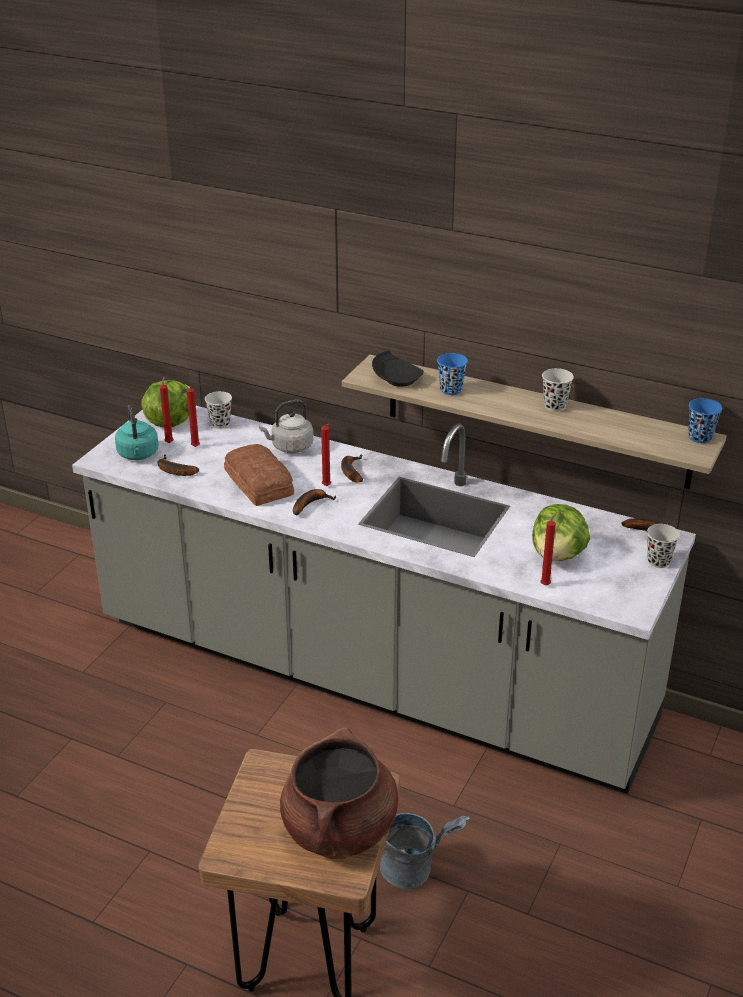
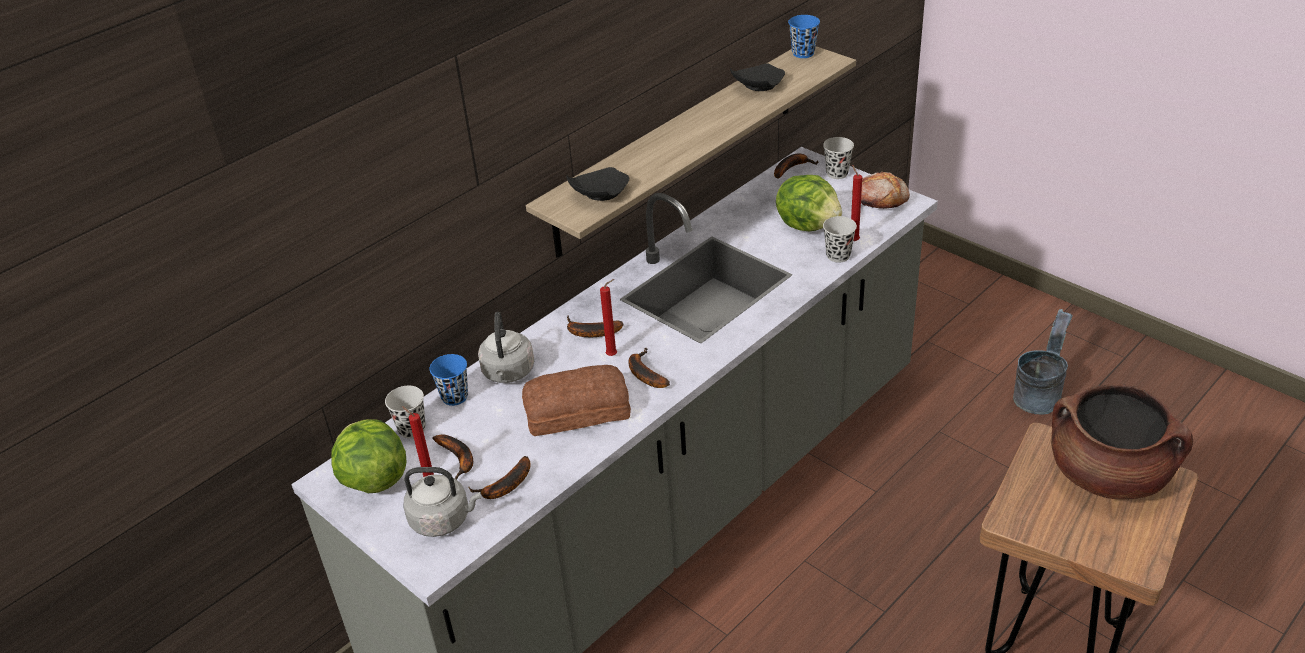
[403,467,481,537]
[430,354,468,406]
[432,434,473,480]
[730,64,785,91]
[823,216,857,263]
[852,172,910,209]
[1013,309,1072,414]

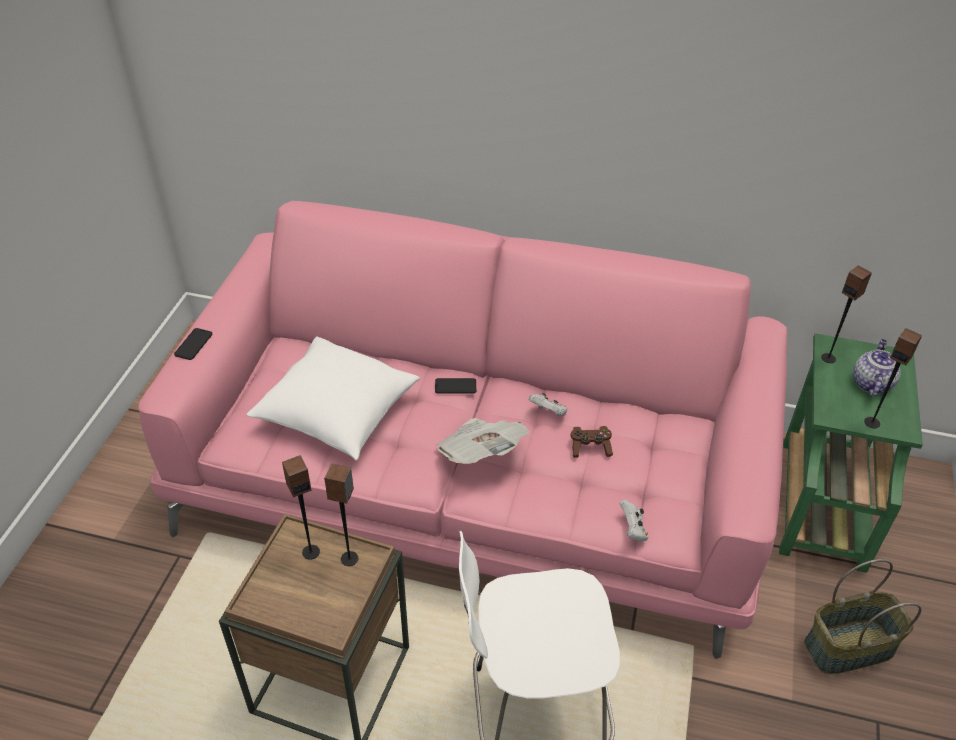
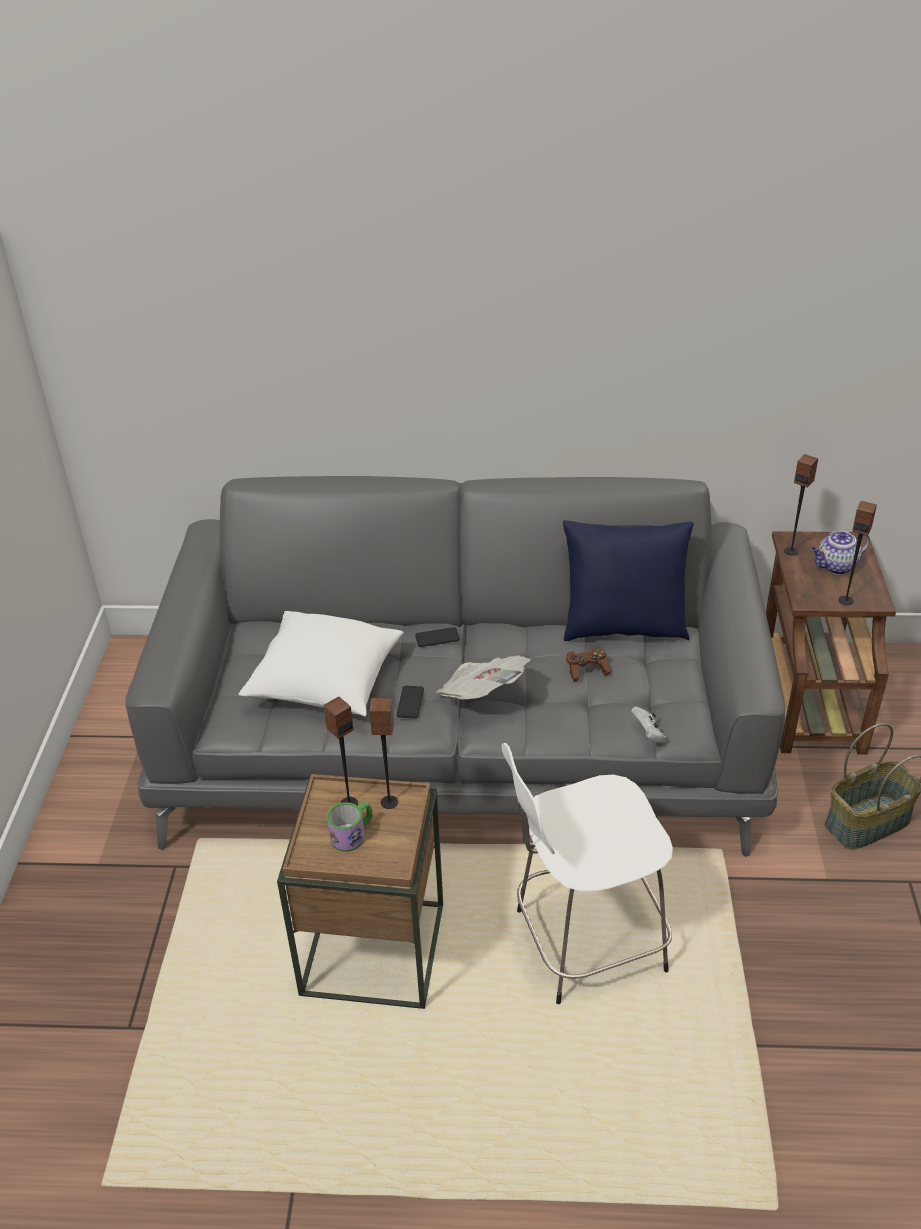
[126,476,786,857]
[327,802,373,852]
[397,686,424,719]
[563,520,694,641]
[766,531,896,755]
[811,531,870,575]
[529,393,567,417] (first image)

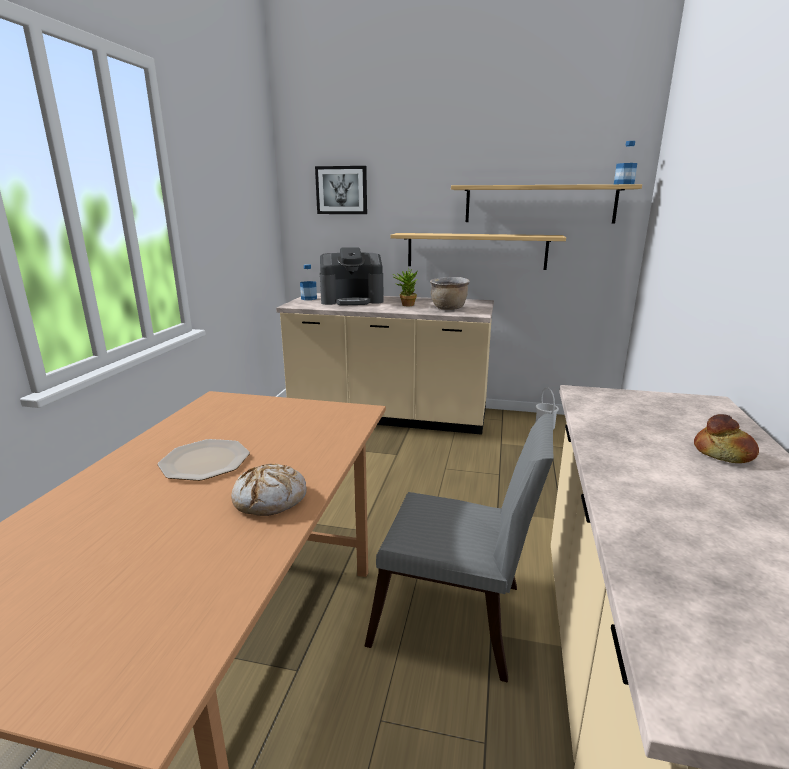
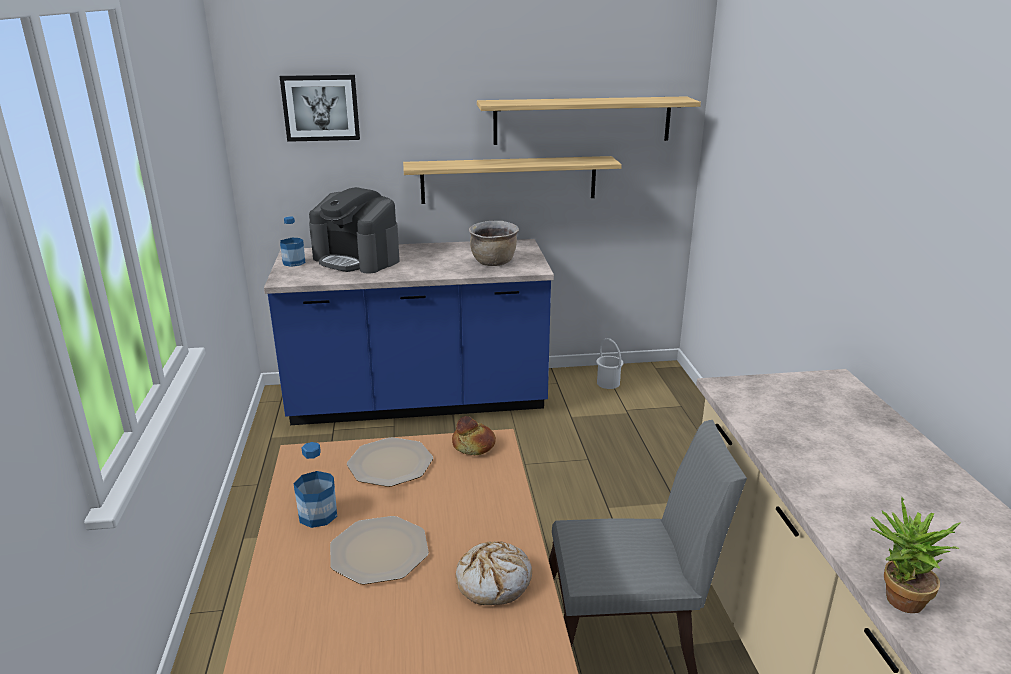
[264,239,554,425]
[294,442,337,528]
[309,187,400,273]
[347,437,433,487]
[452,416,496,455]
[870,497,961,613]

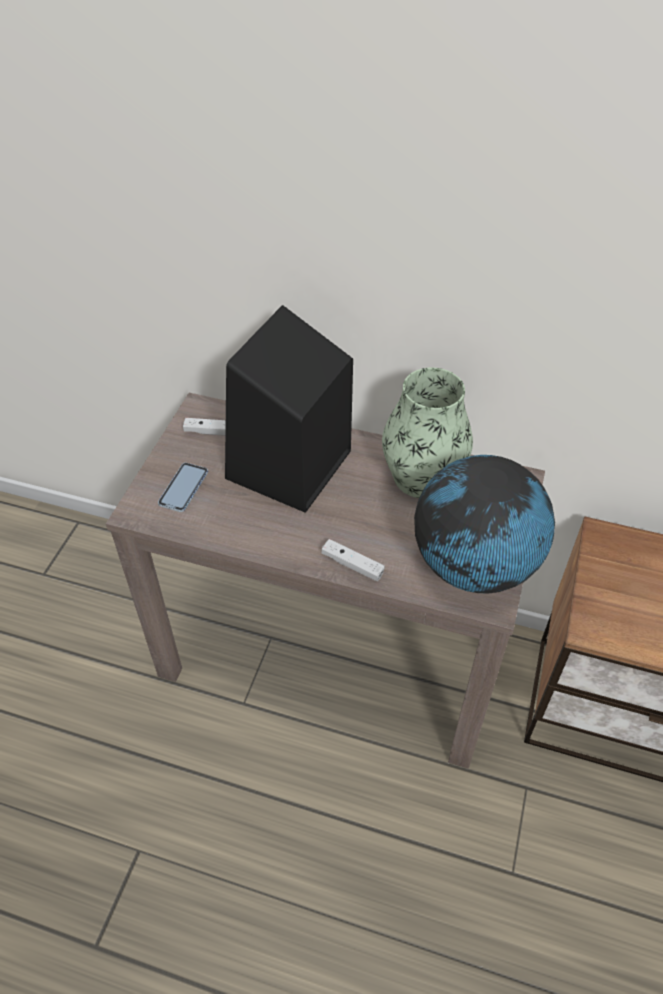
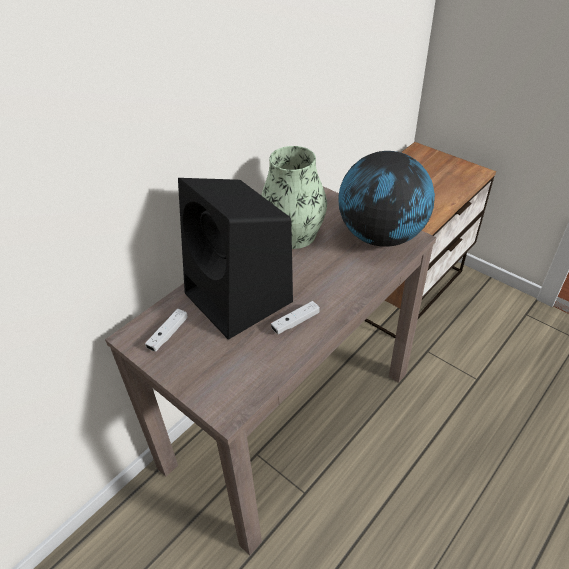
[271,301,320,334]
[158,463,208,512] (first image)

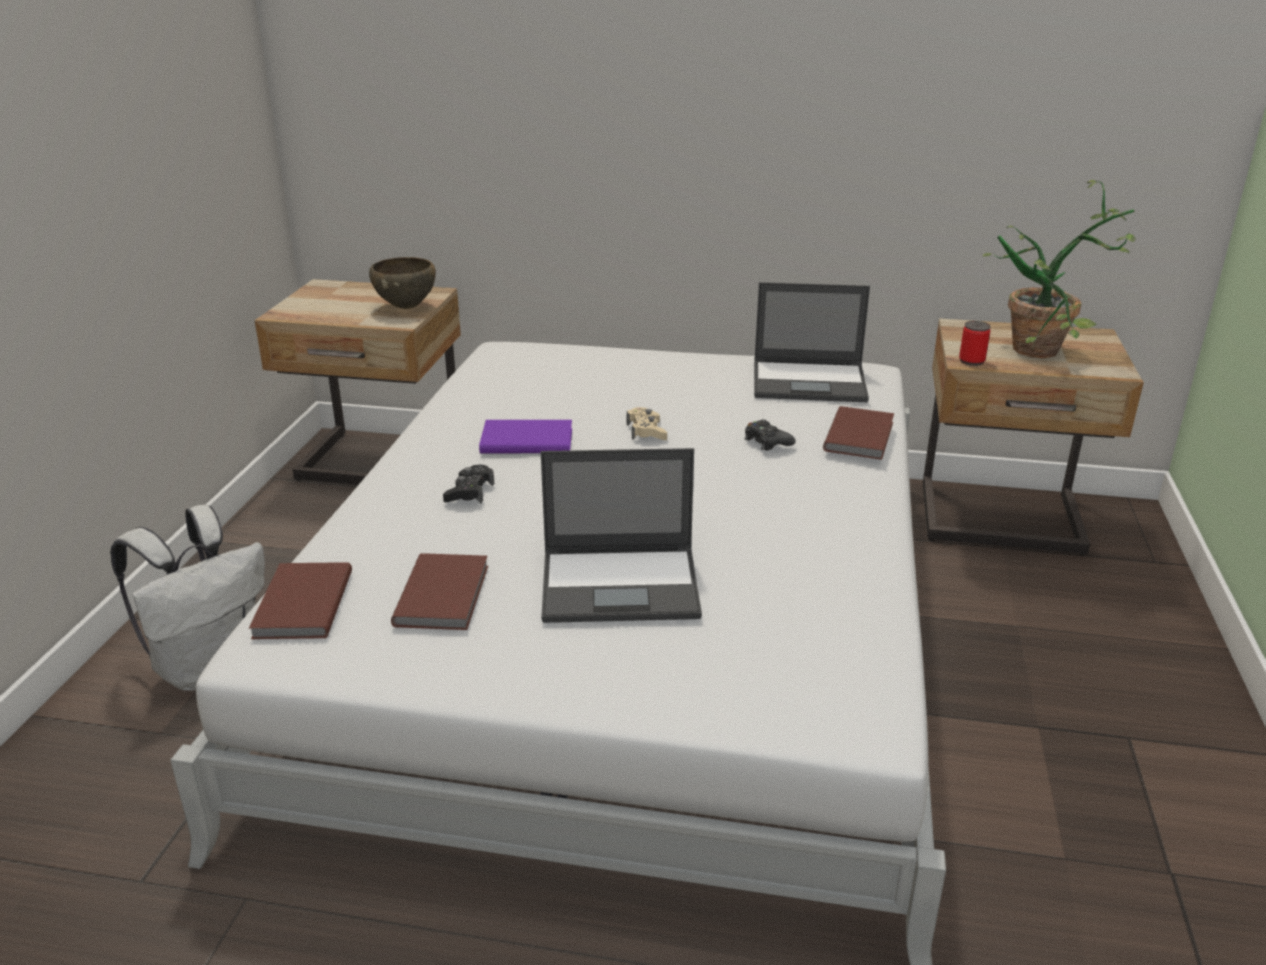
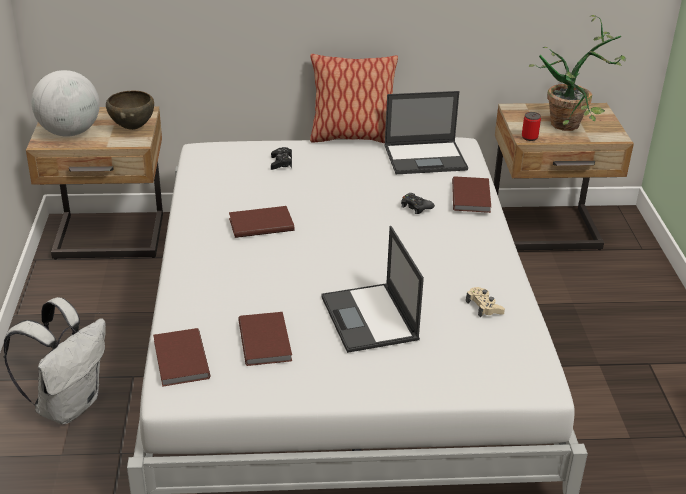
[32,70,100,137]
[229,206,294,238]
[271,147,292,170]
[310,54,398,143]
[321,226,424,353]
[466,287,505,318]

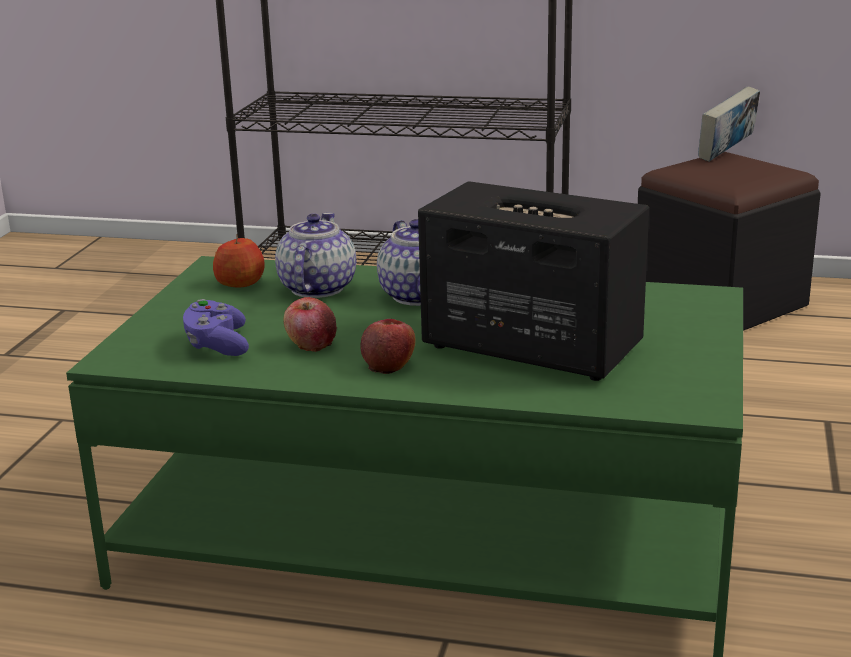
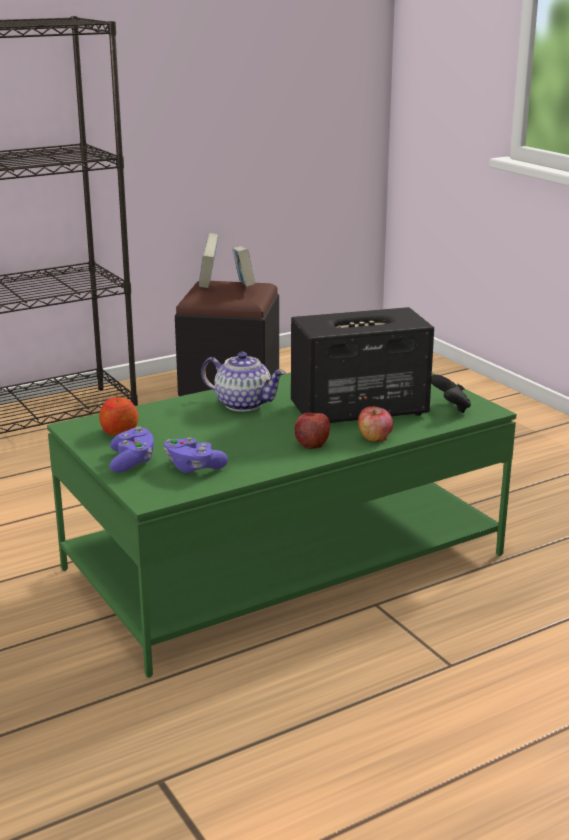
[109,427,154,472]
[232,246,255,287]
[358,406,393,442]
[431,374,471,413]
[275,212,356,298] (first image)

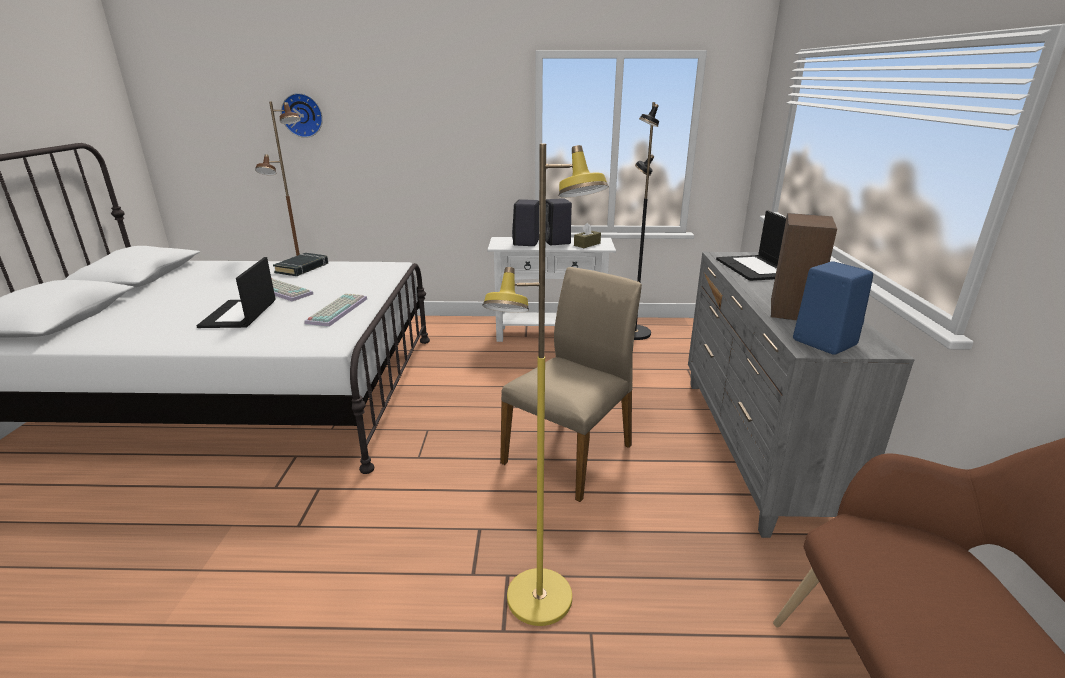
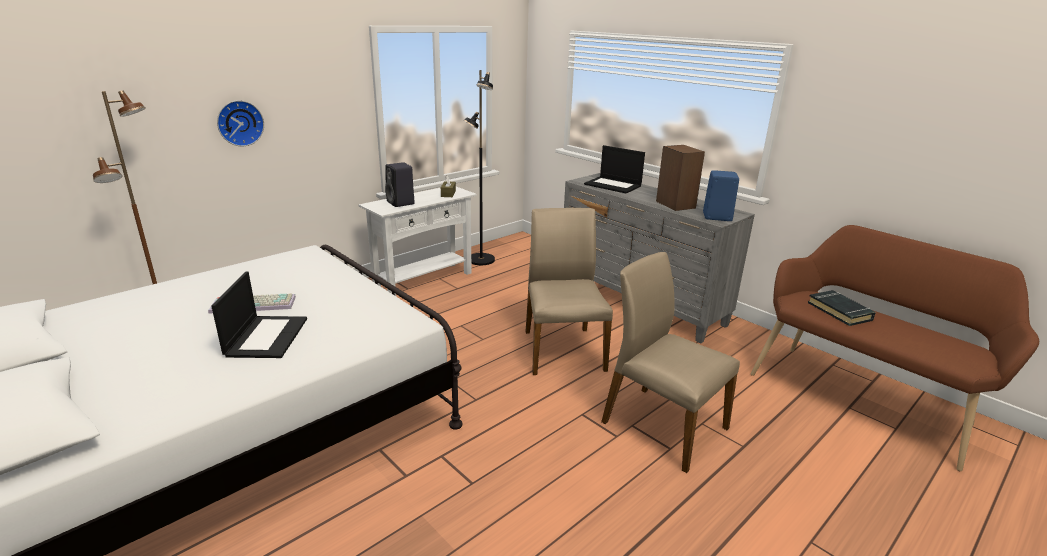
[211,271,307,358]
[217,100,264,146]
[601,252,740,473]
[808,290,876,326]
[305,293,367,327] (first image)
[545,198,572,245] (first image)

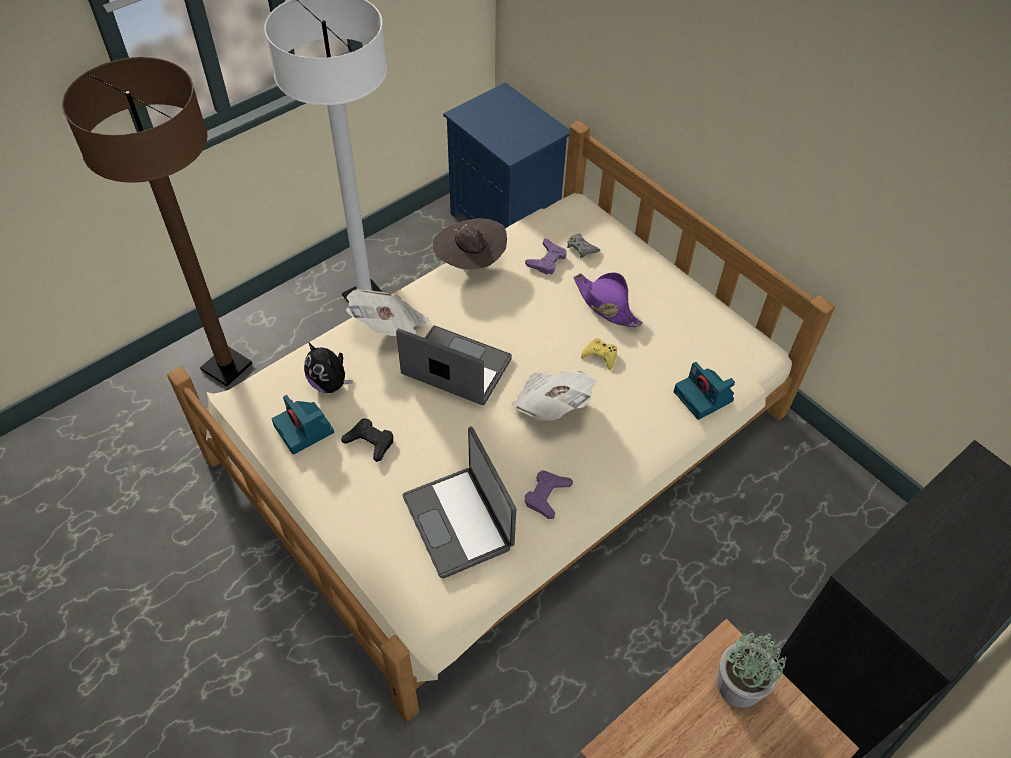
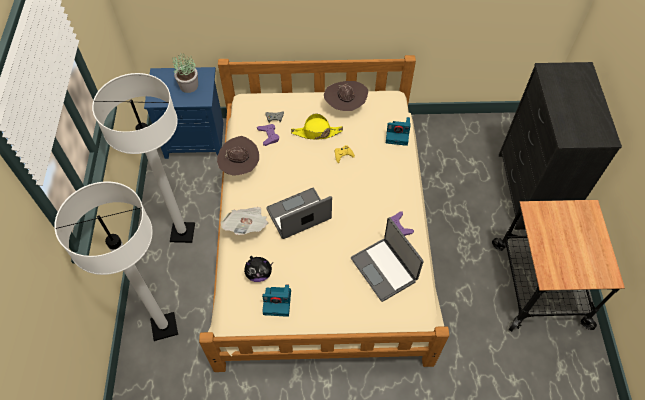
[55,181,178,341]
[172,52,198,93]
[291,113,343,139]
[324,81,368,111]
[351,217,424,302]
[341,419,393,462] (first image)
[511,371,597,421] (first image)

